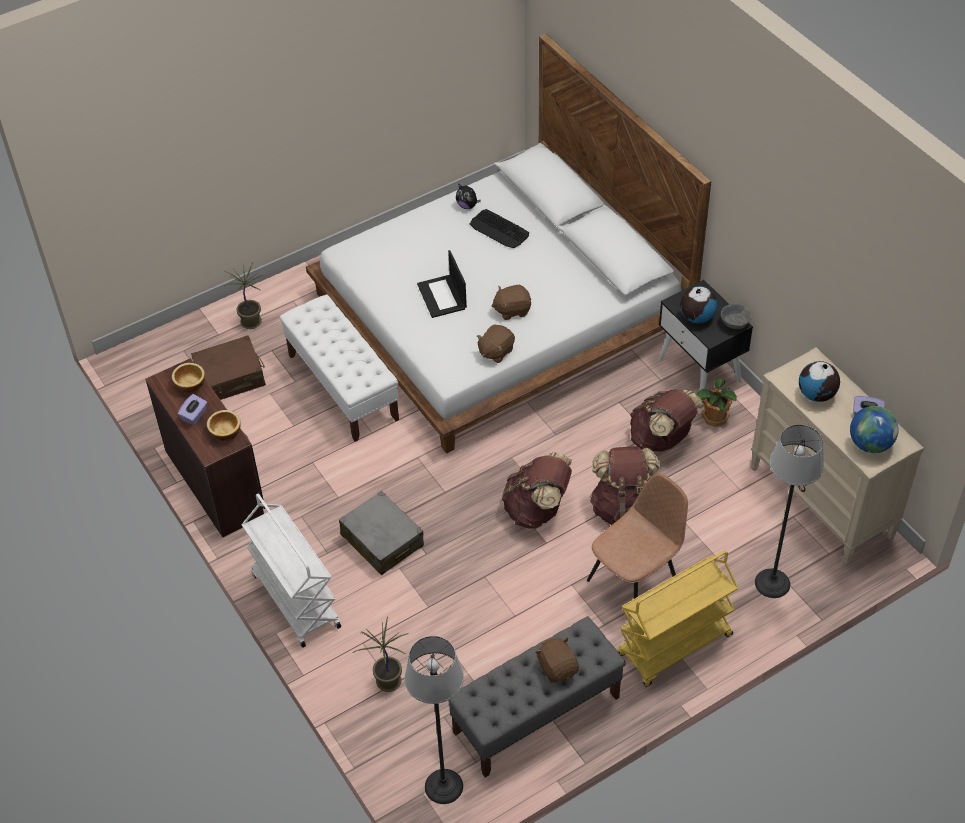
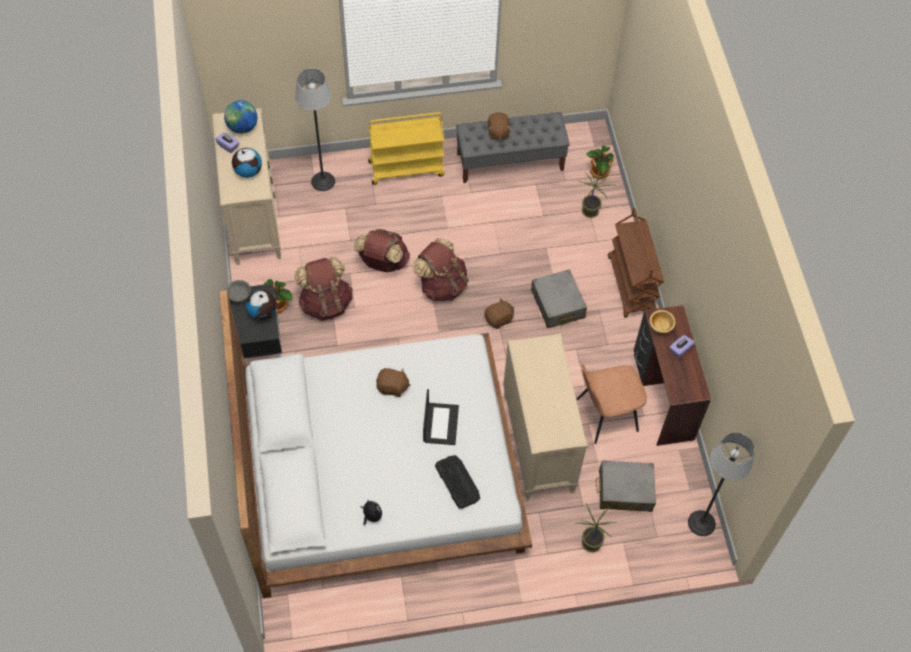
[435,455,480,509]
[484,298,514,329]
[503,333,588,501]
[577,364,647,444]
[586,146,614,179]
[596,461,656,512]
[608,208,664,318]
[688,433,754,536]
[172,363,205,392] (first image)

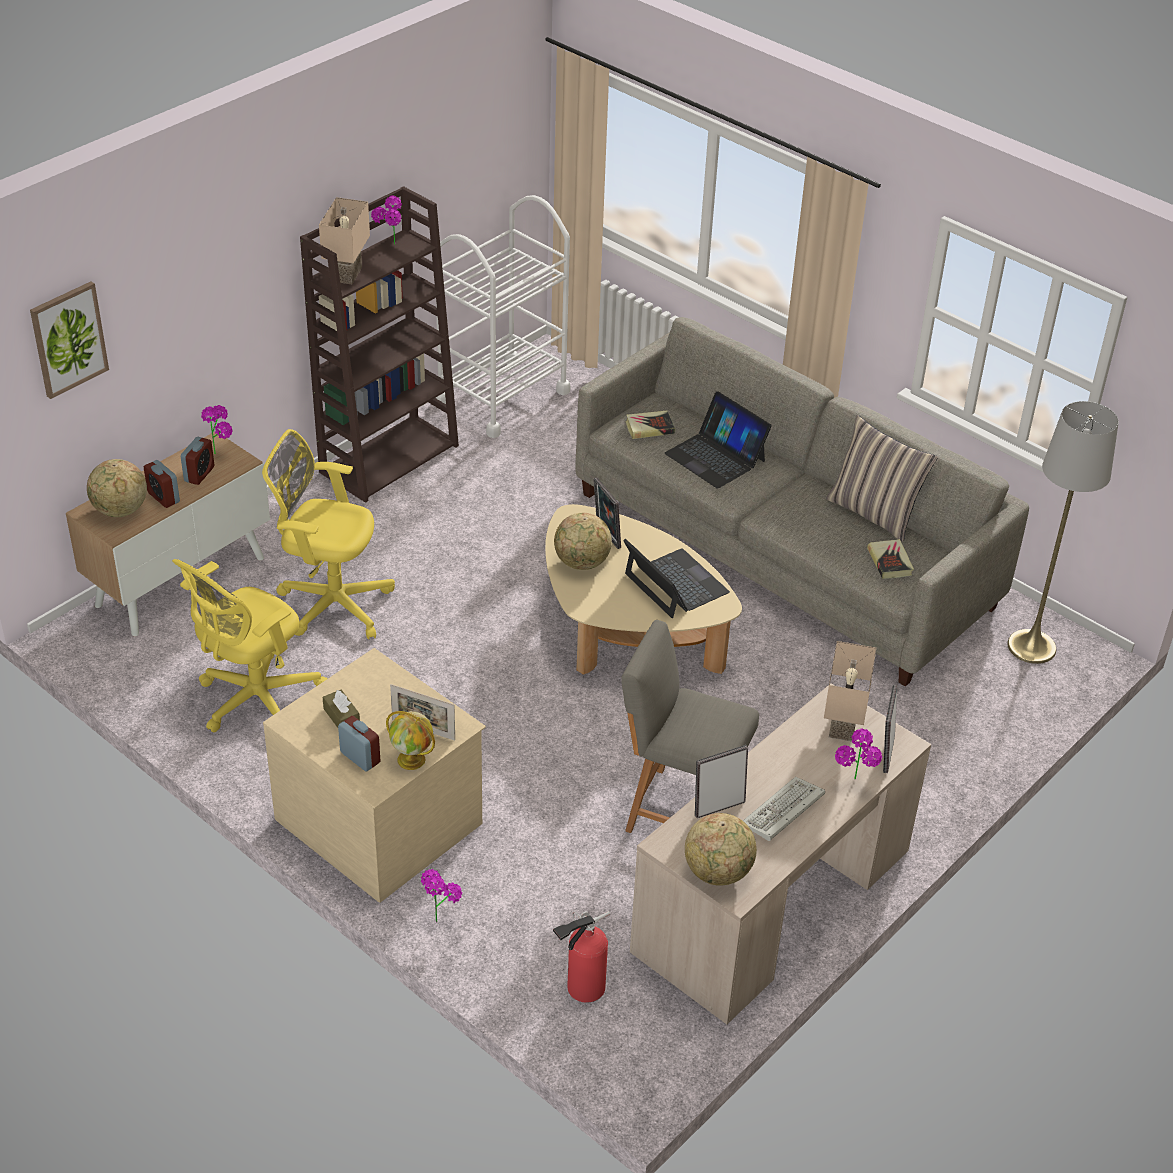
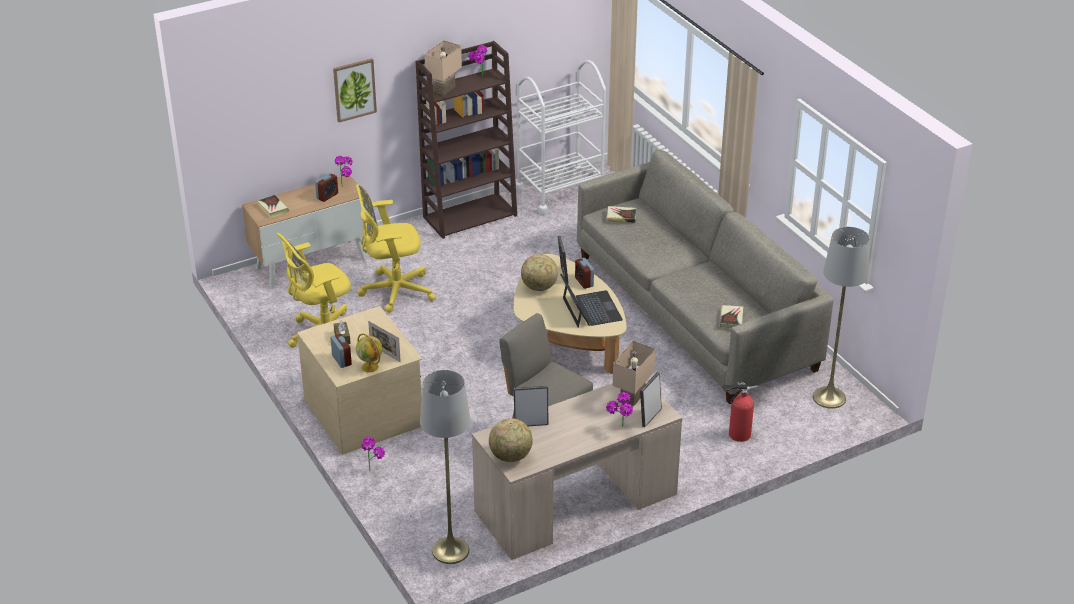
[257,195,289,218]
[333,58,377,122]
[356,184,436,313]
[420,370,471,564]
[575,258,594,289]
[722,382,757,442]
[665,391,772,489] (first image)
[743,777,825,841] (first image)
[826,415,938,542] (first image)

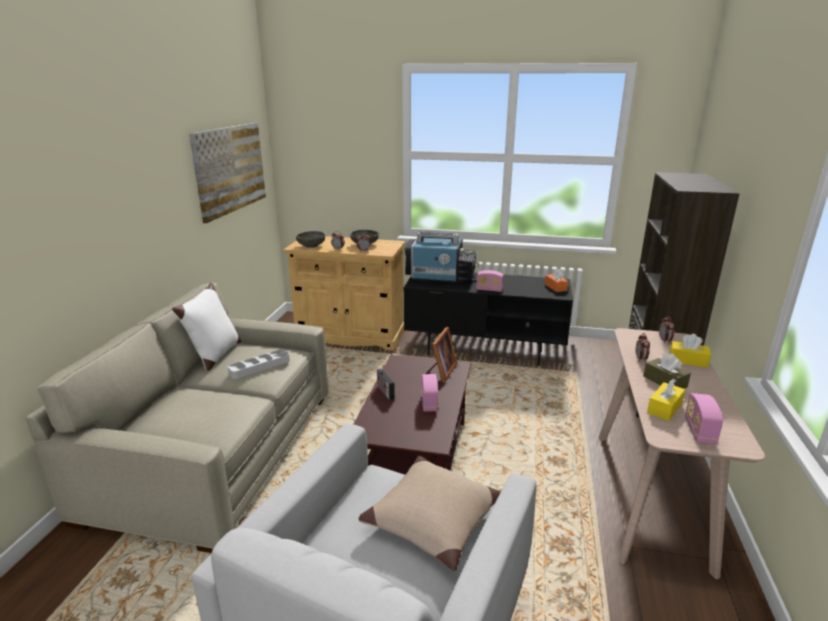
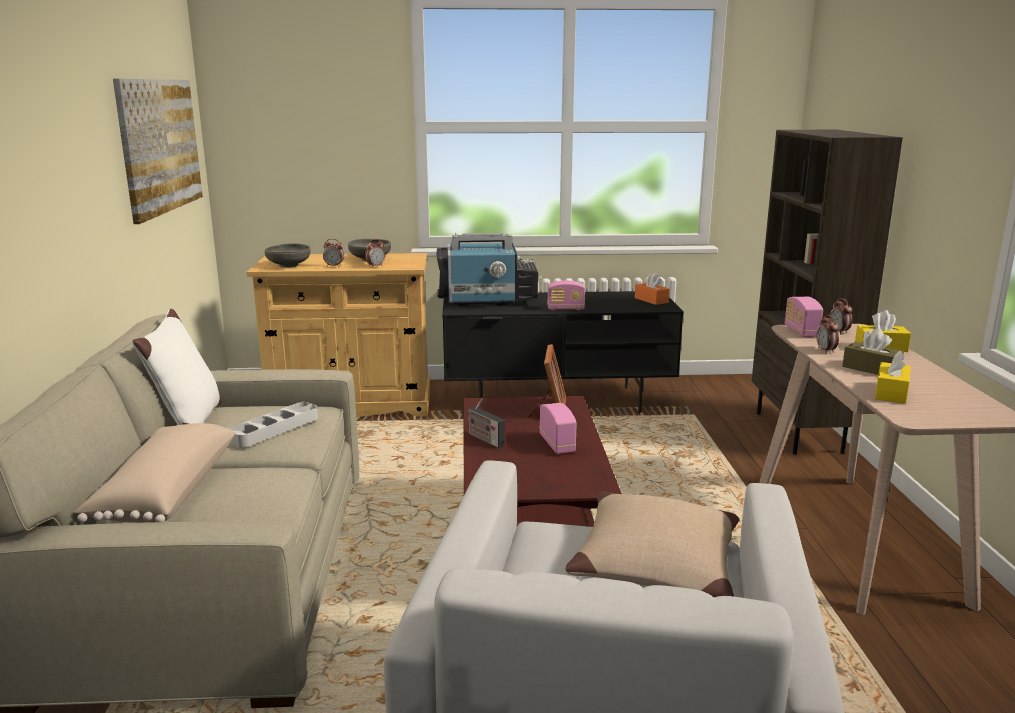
[74,423,236,523]
[785,297,823,338]

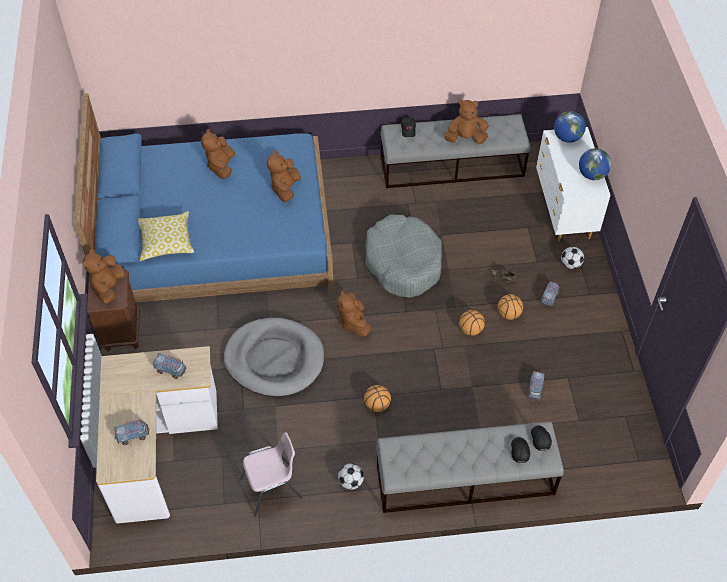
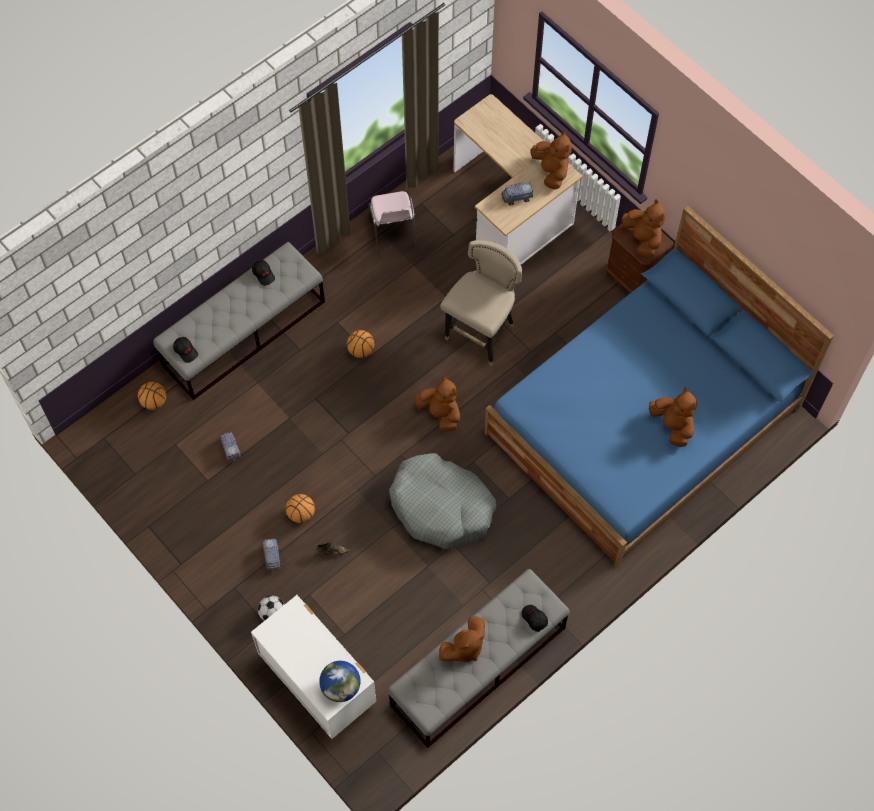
[138,382,166,410]
[252,260,275,286]
[368,191,417,258]
[440,240,522,367]
[531,131,572,189]
[114,419,149,445] (first image)
[138,211,194,261] (first image)
[338,463,364,490] (first image)
[579,148,611,180] (first image)

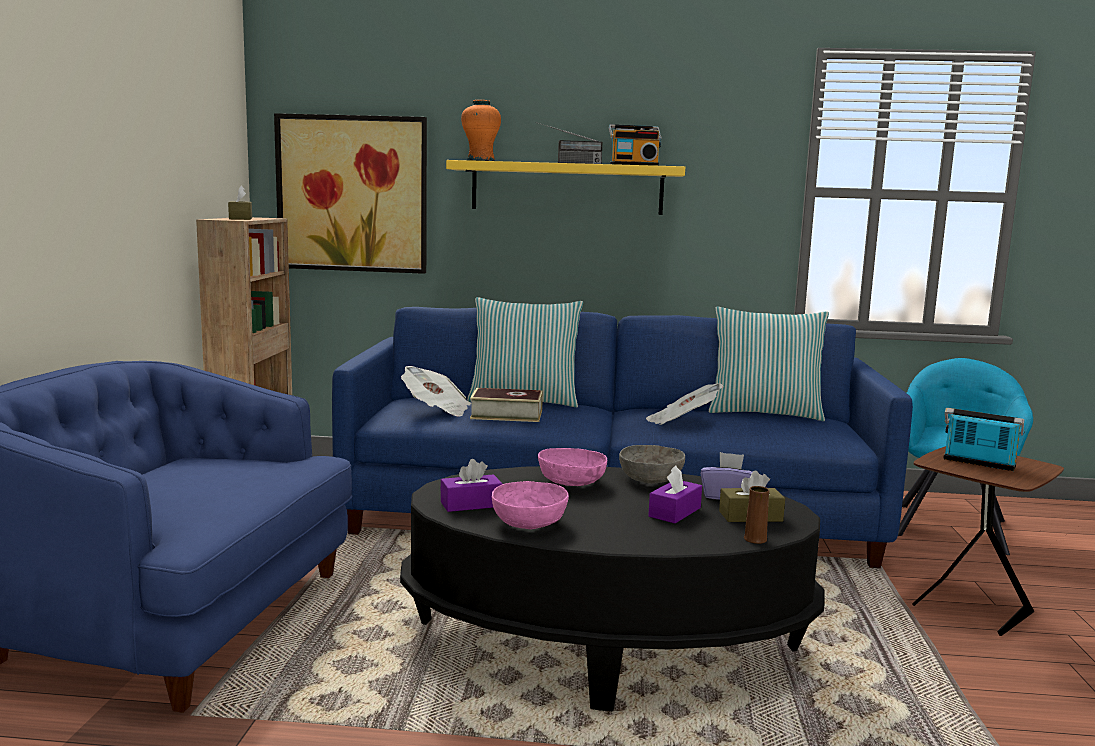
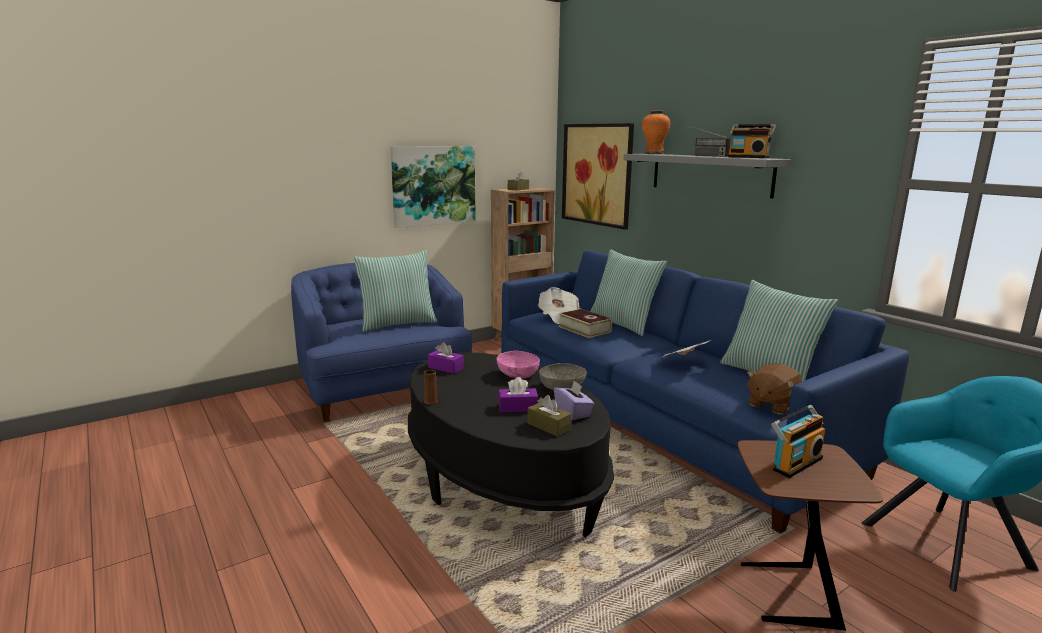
[353,251,437,332]
[390,146,476,228]
[424,370,438,405]
[623,154,792,198]
[747,364,802,415]
[771,405,825,478]
[492,481,569,529] (first image)

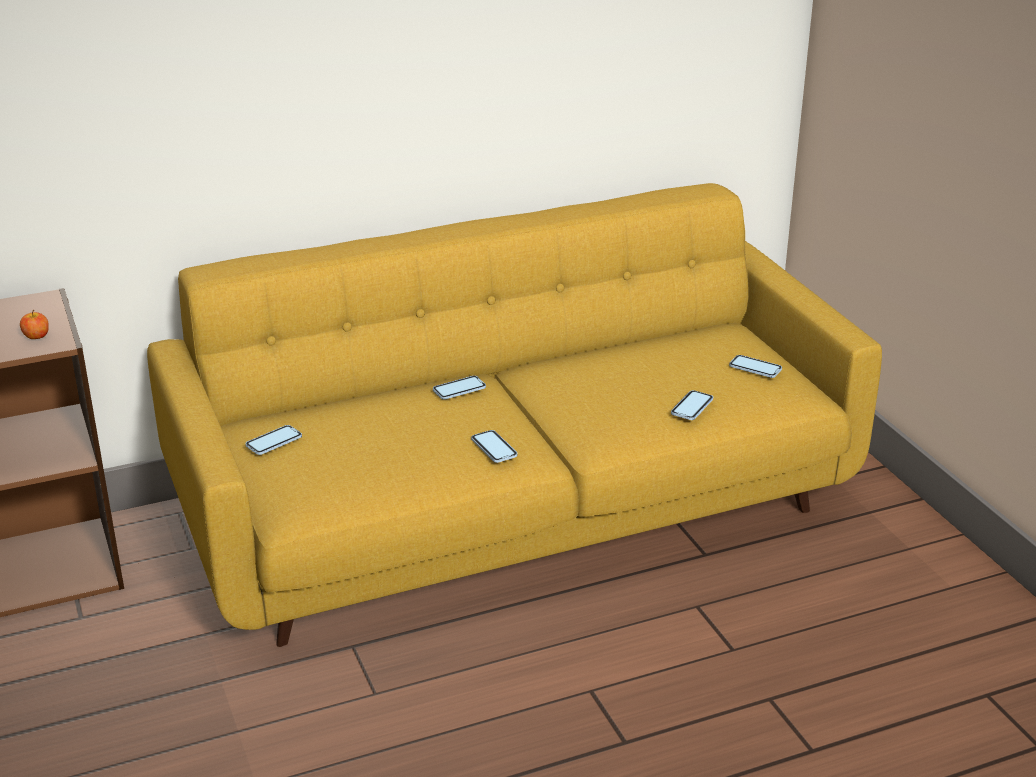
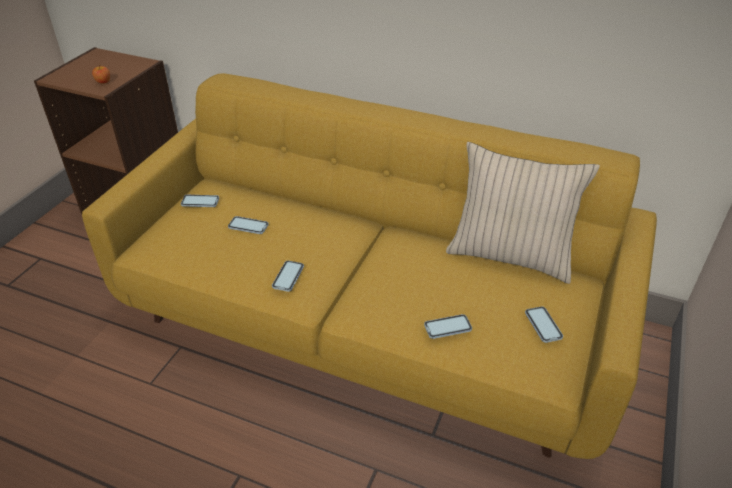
[228,216,269,234]
[446,142,600,284]

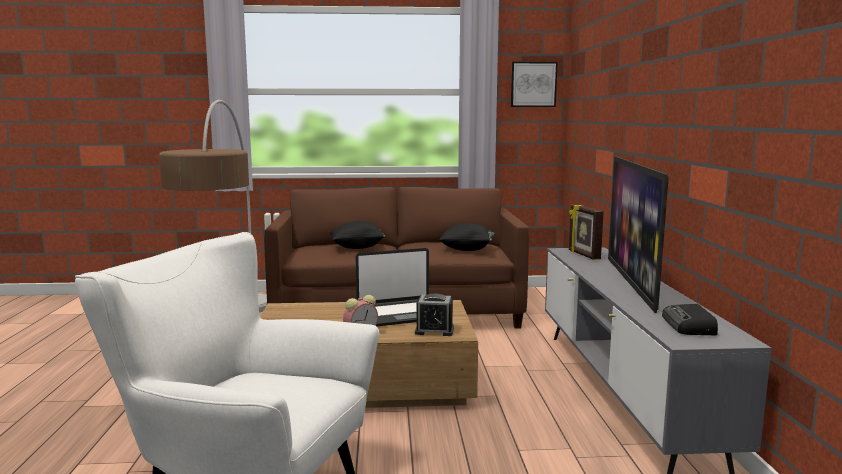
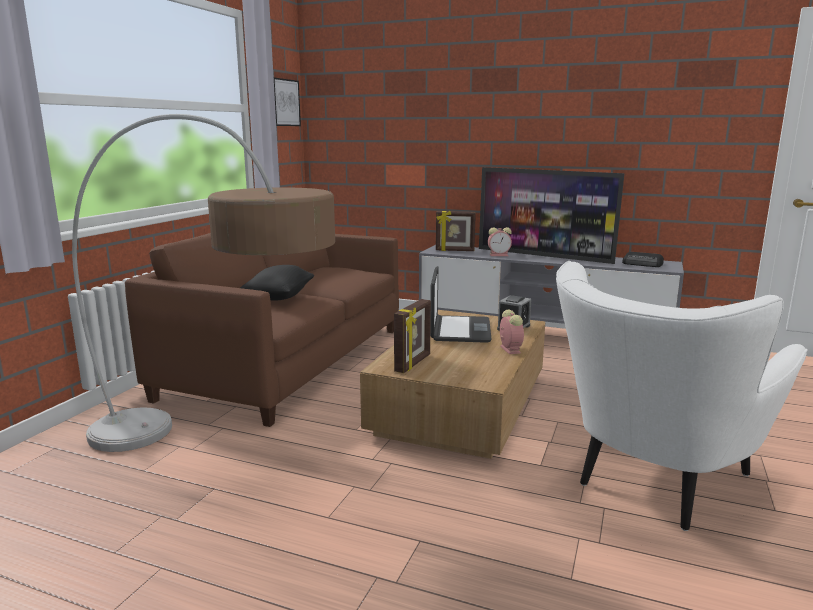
[394,299,431,373]
[488,227,512,256]
[439,223,495,251] (first image)

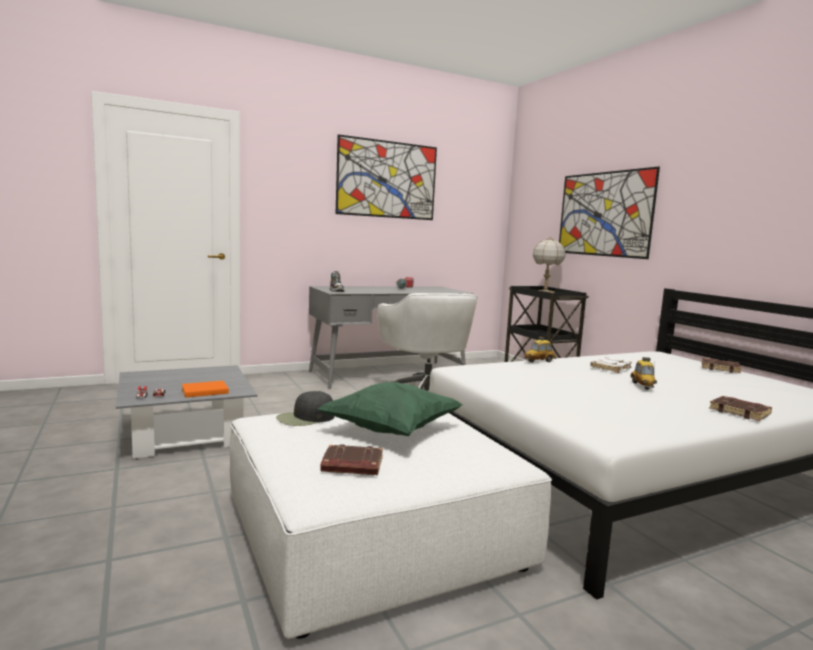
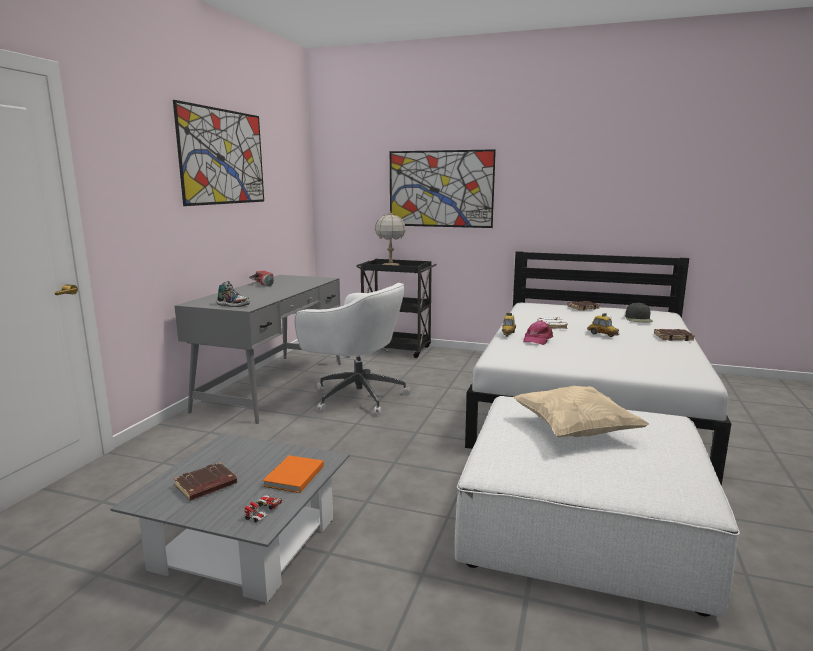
[174,462,237,501]
[513,386,650,437]
[523,321,553,345]
[625,302,653,322]

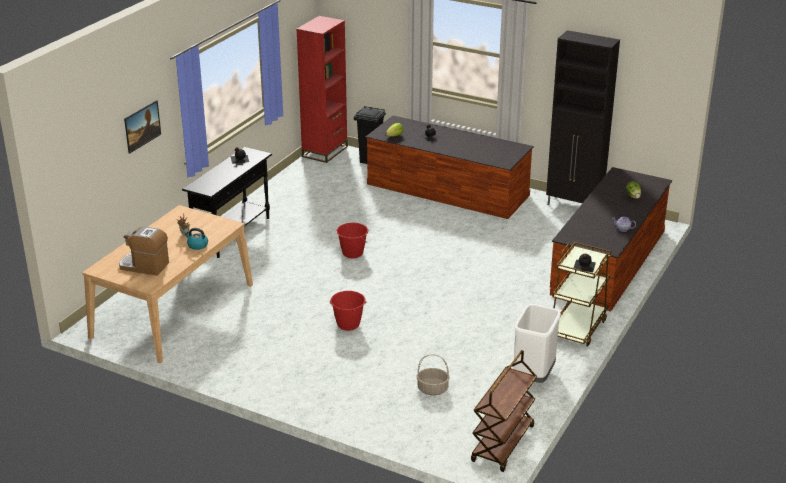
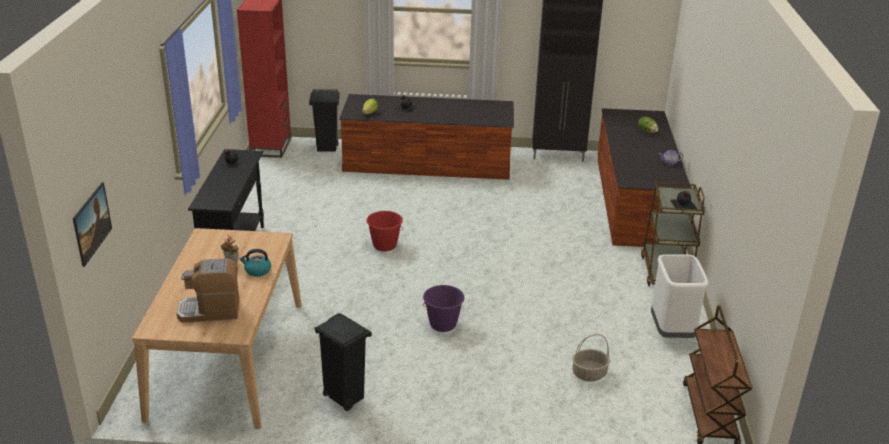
[73,182,112,267]
[315,313,372,411]
[422,285,465,332]

